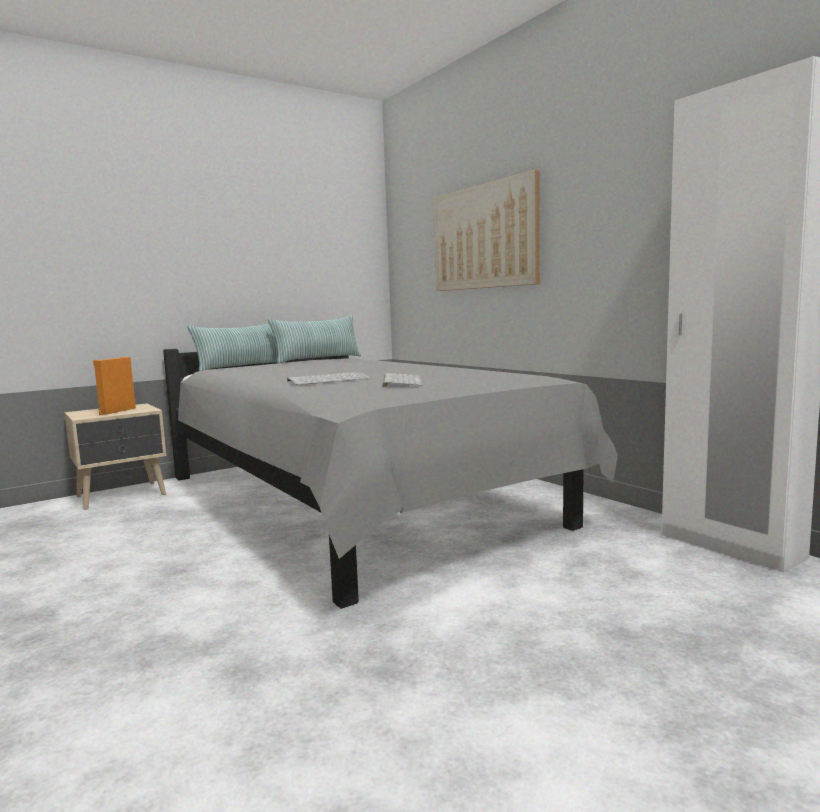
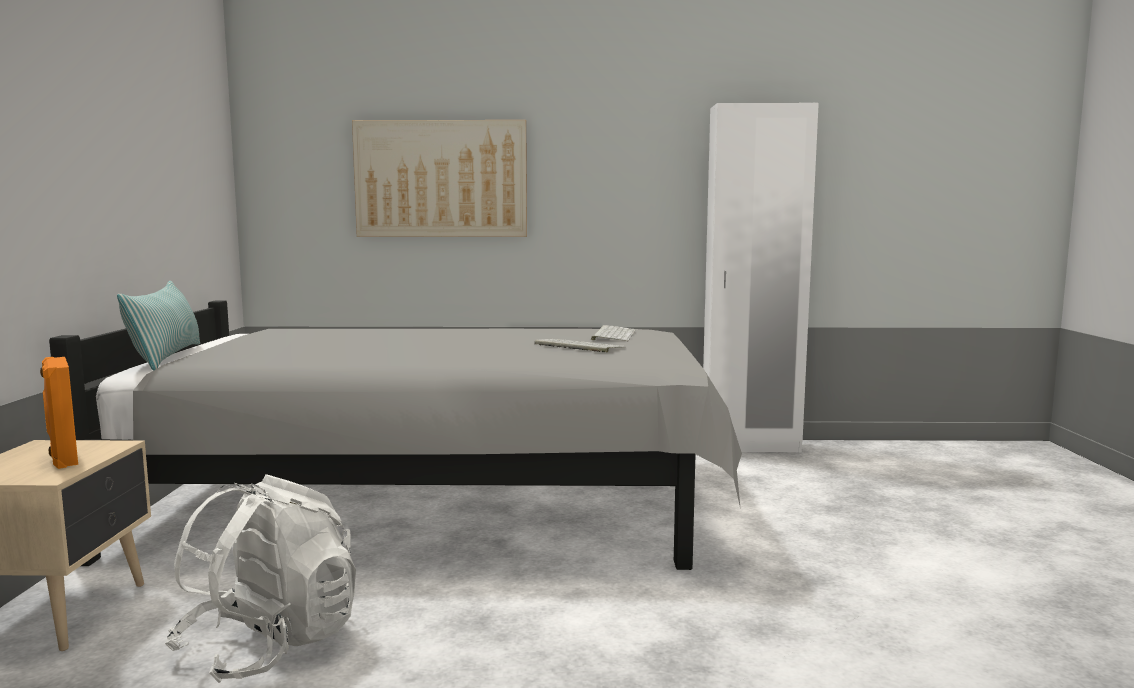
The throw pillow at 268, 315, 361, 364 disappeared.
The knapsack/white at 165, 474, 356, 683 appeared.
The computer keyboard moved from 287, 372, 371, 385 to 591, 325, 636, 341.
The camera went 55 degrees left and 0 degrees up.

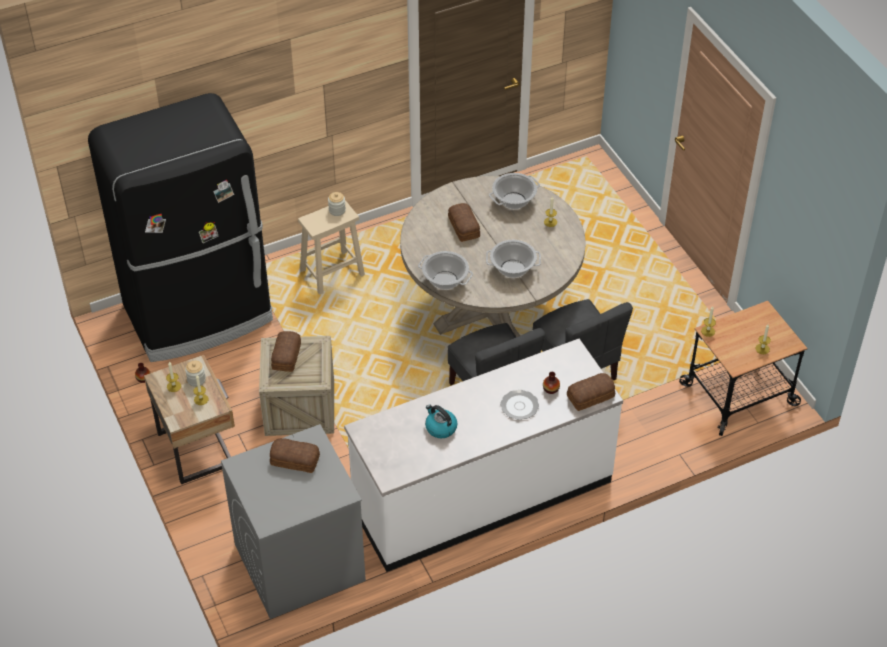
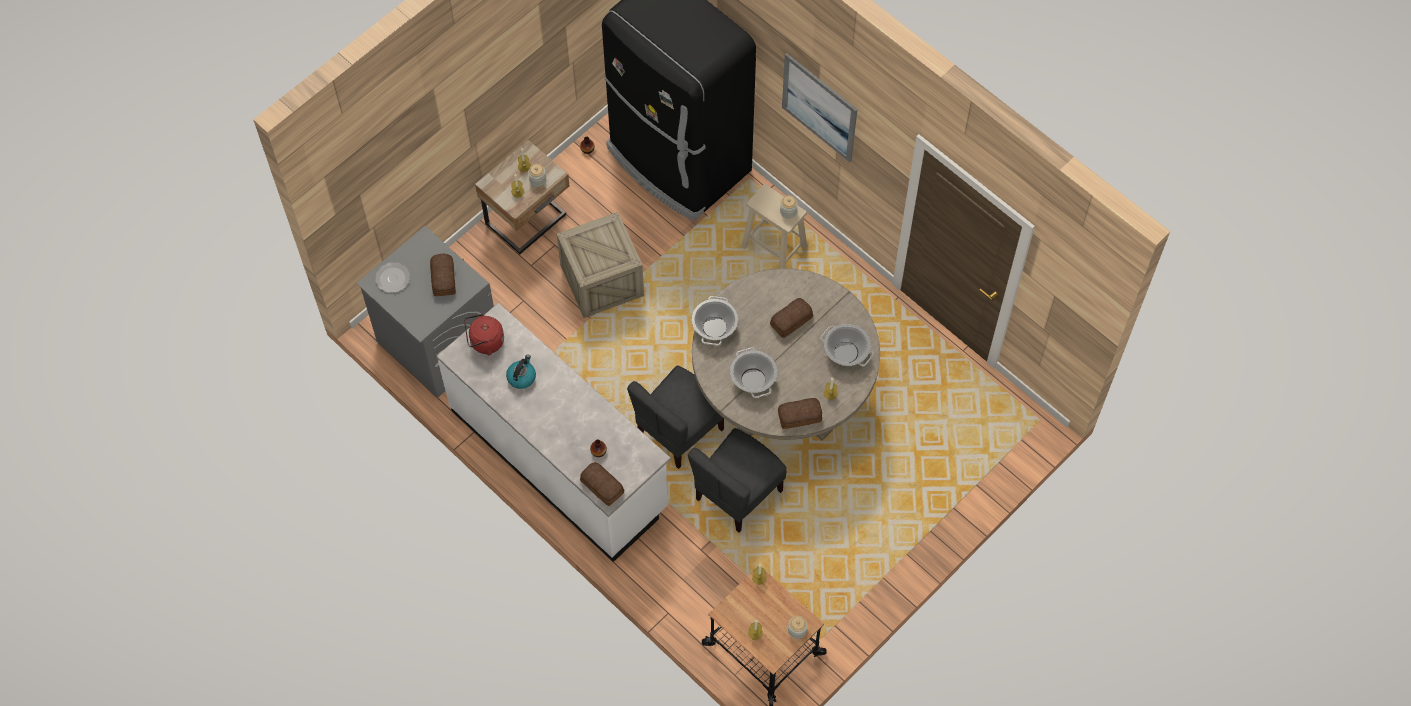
The water kettle/red at 464, 314, 504, 356 appeared.
The picture at 782, 53, 858, 162 appeared.
The storage jar at 788, 616, 808, 639 appeared.
The baked bread moved from 271, 331, 301, 372 to 778, 398, 822, 429.
The flat dish moved from 500, 390, 539, 420 to 375, 262, 410, 293.
The camera went 70 degrees right and 15 degrees up.

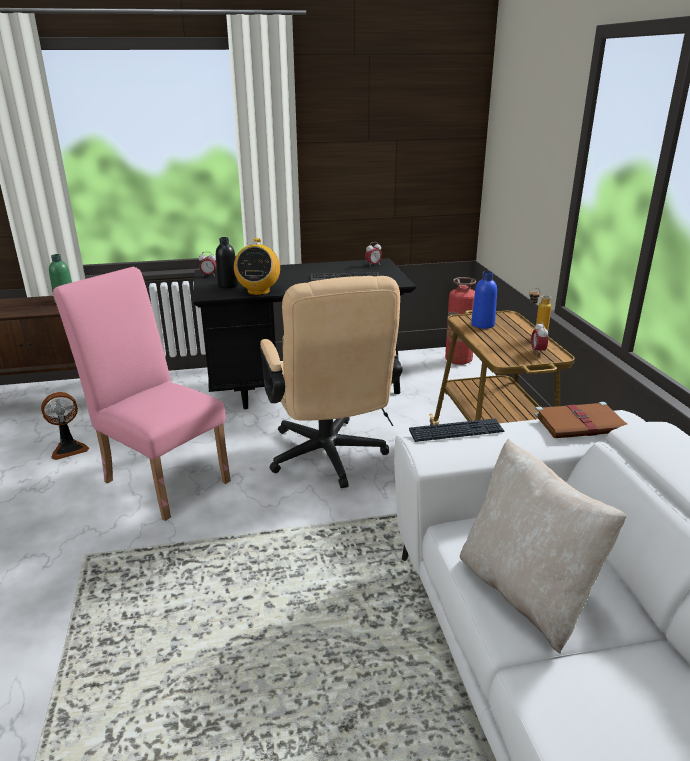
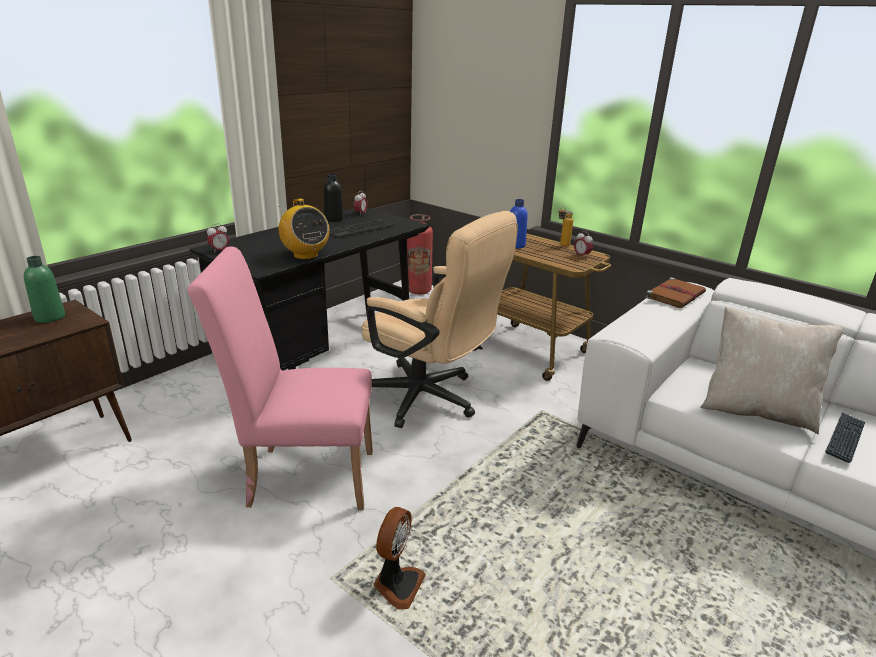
The fan moved from 41, 392, 89, 460 to 373, 507, 426, 610.
The beverage bottle/black-coloured moved from 216, 237, 238, 289 to 324, 174, 344, 222.
The computer keyboard moved from 409, 418, 505, 442 to 825, 413, 865, 463.
The camera went 40 degrees left and 0 degrees up.

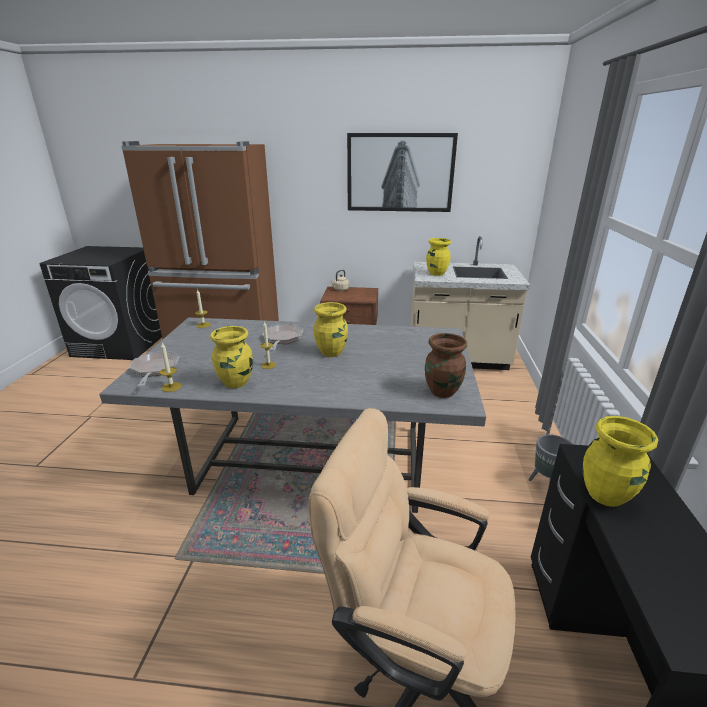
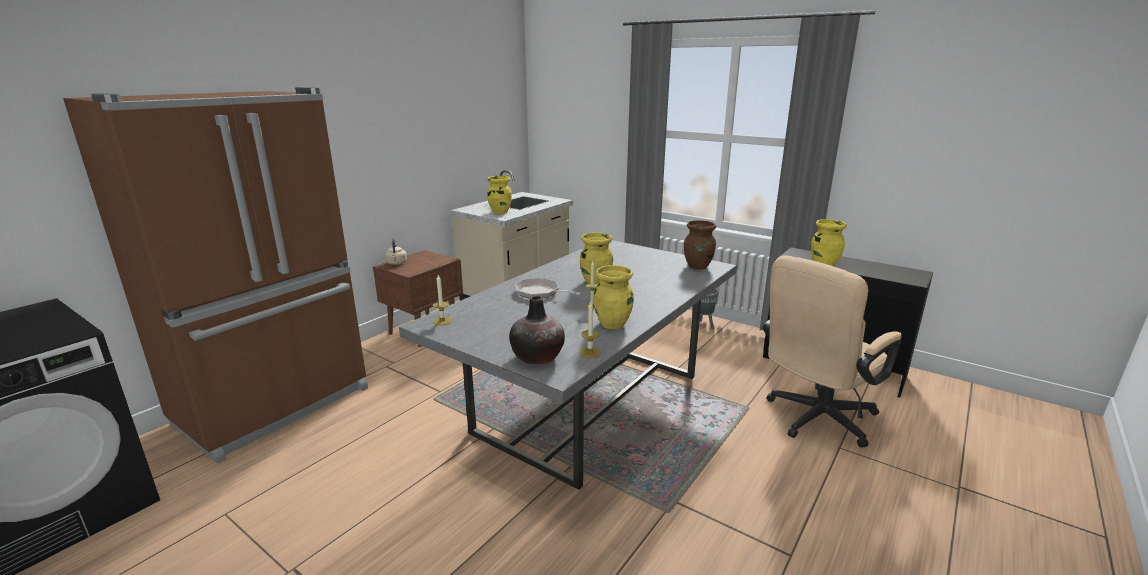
The picture at 347, 133, 458, 212 disappeared.
The skillet at 129, 351, 179, 387 was replaced by the decorative vase at 509, 296, 565, 364.
The camera went 60 degrees left and 5 degrees down.

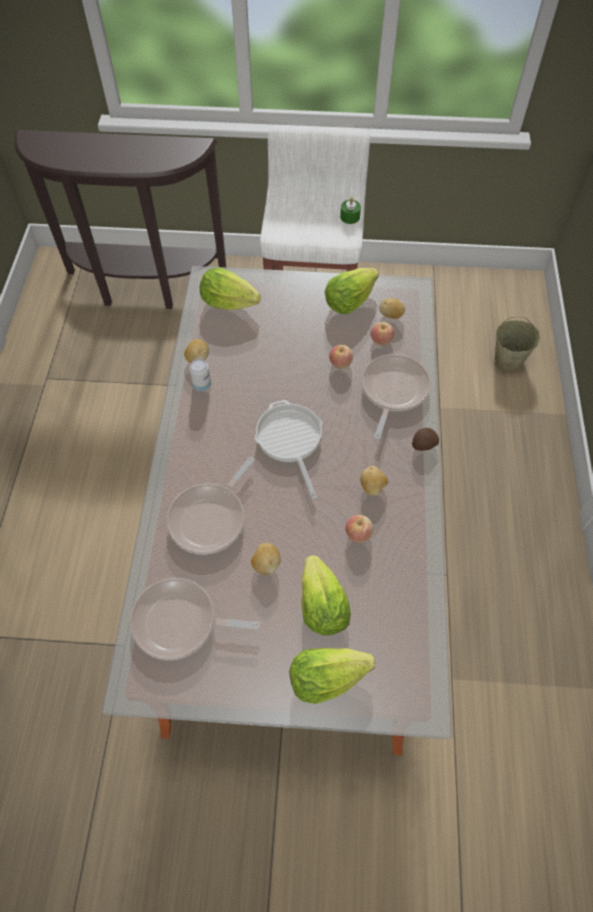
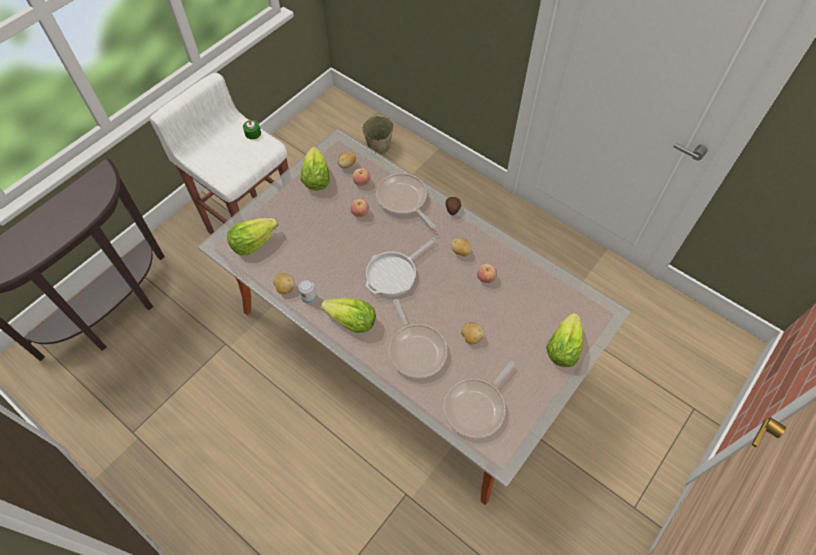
The head of lettuce moved from 301, 555, 351, 636 to 321, 298, 376, 333.
The skillet at 255, 400, 322, 500 turned 60 degrees counterclockwise.
The camera went 55 degrees left and 0 degrees up.

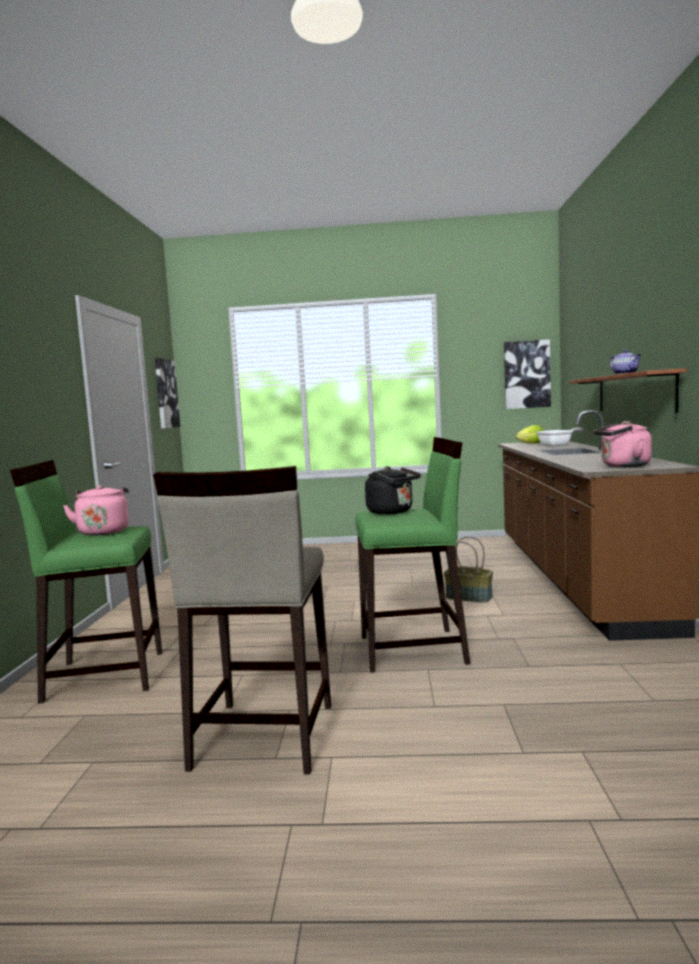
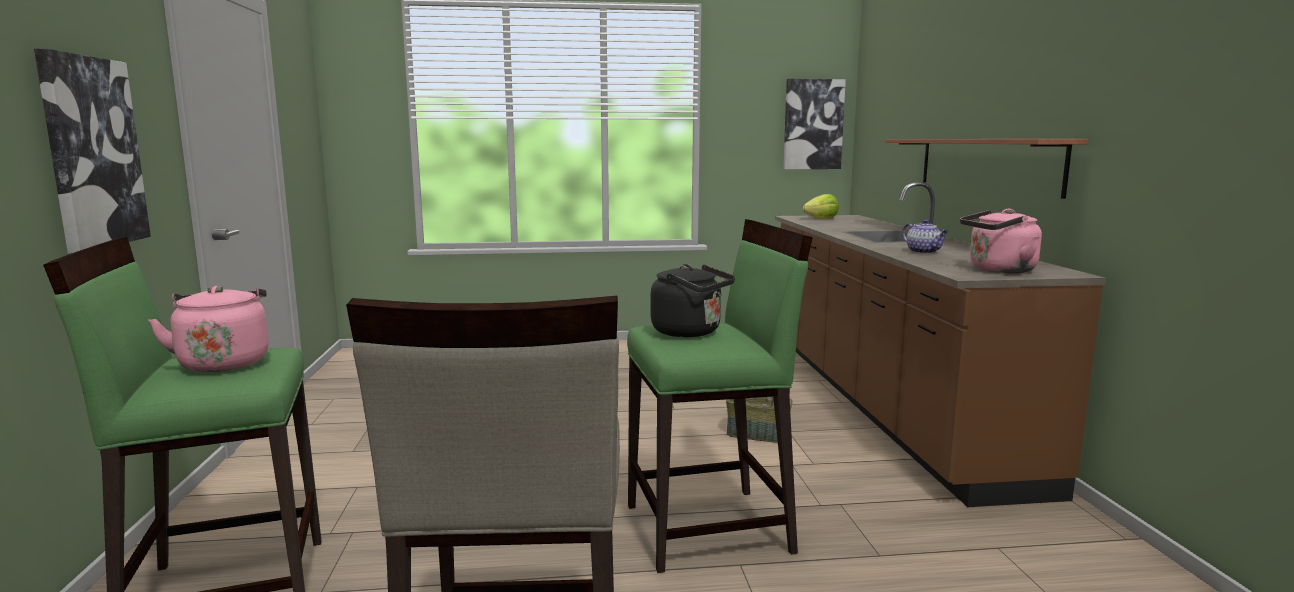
The skillet at 536, 428, 585, 447 disappeared.
The picture moved from 155, 358, 180, 429 to 34, 49, 151, 254.
The teapot moved from 610, 350, 641, 375 to 902, 219, 949, 254.
The camera went 10 degrees left and 5 degrees up.

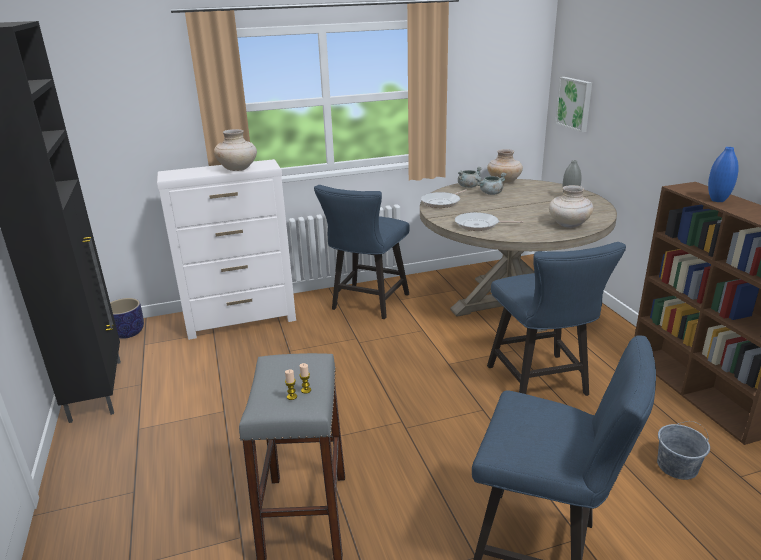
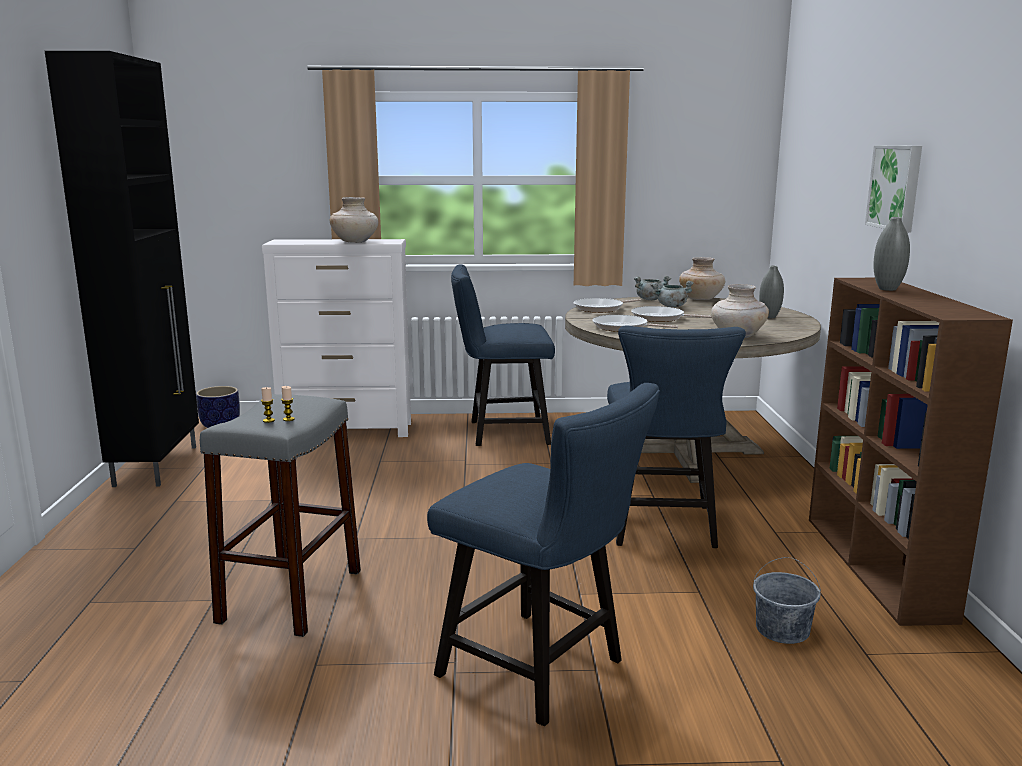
The skillet at 631, 306, 712, 322 appeared.
The picture moved from 555, 77, 592, 132 to 865, 145, 922, 233.
The decorative vase/blue at 708, 147, 739, 202 became the decorative vase/grey at 873, 217, 910, 291.
The upright chair/blue at 314, 185, 410, 319 turned 45 degrees clockwise.
The camera went 15 degrees right and 10 degrees down.

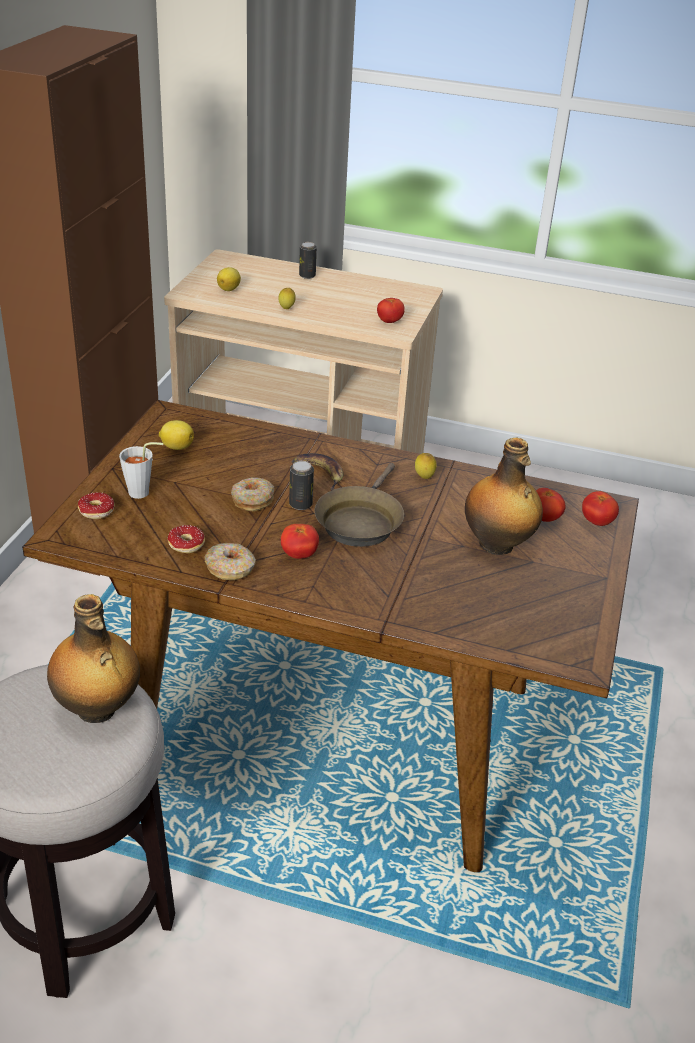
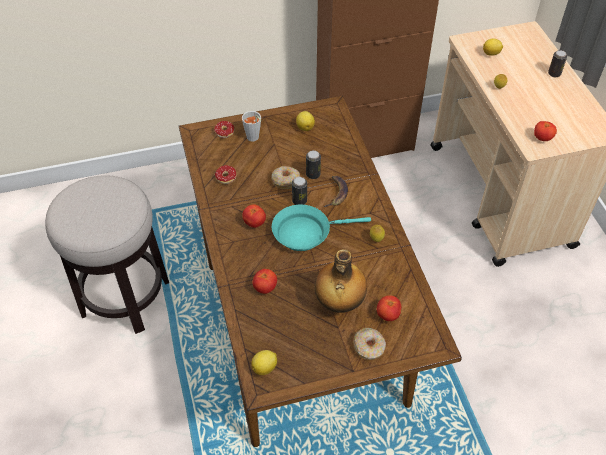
The beverage bottle at 47, 594, 140, 723 disappeared.
The citrus fruit at 251, 350, 277, 375 appeared.
The can at 306, 150, 321, 179 appeared.
The ring doughnut moved from 205, 543, 256, 580 to 353, 328, 386, 360.
The whole tomato moved from 582, 491, 619, 526 to 253, 269, 277, 294.
The skillet/brown-coloured at 314, 463, 404, 547 became the skillet/blue-green at 272, 205, 371, 251.
The camera went 60 degrees right and 15 degrees up.

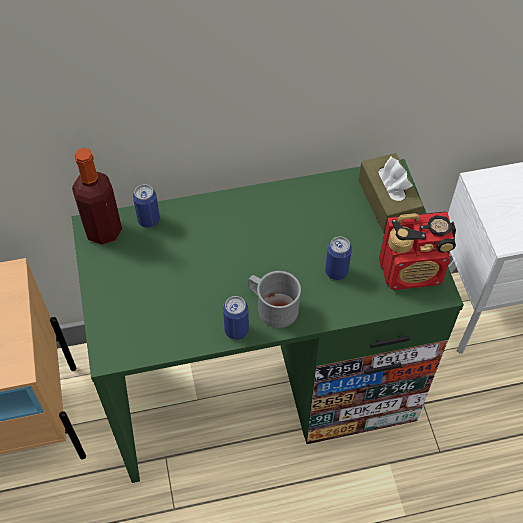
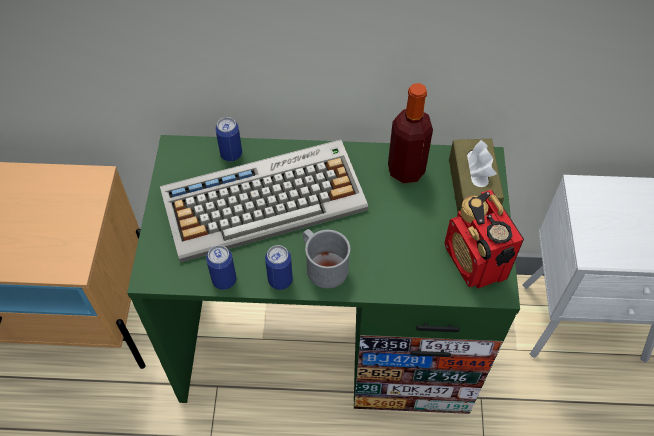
The computer keyboard at 160, 139, 368, 263 appeared.
The beverage bottle moved from 72, 148, 122, 245 to 388, 83, 433, 183.
The can moved from 325, 236, 352, 280 to 206, 245, 236, 290.
The radio receiver at 379, 211, 456, 290 turned 60 degrees clockwise.
The camera went 15 degrees right and 0 degrees up.

